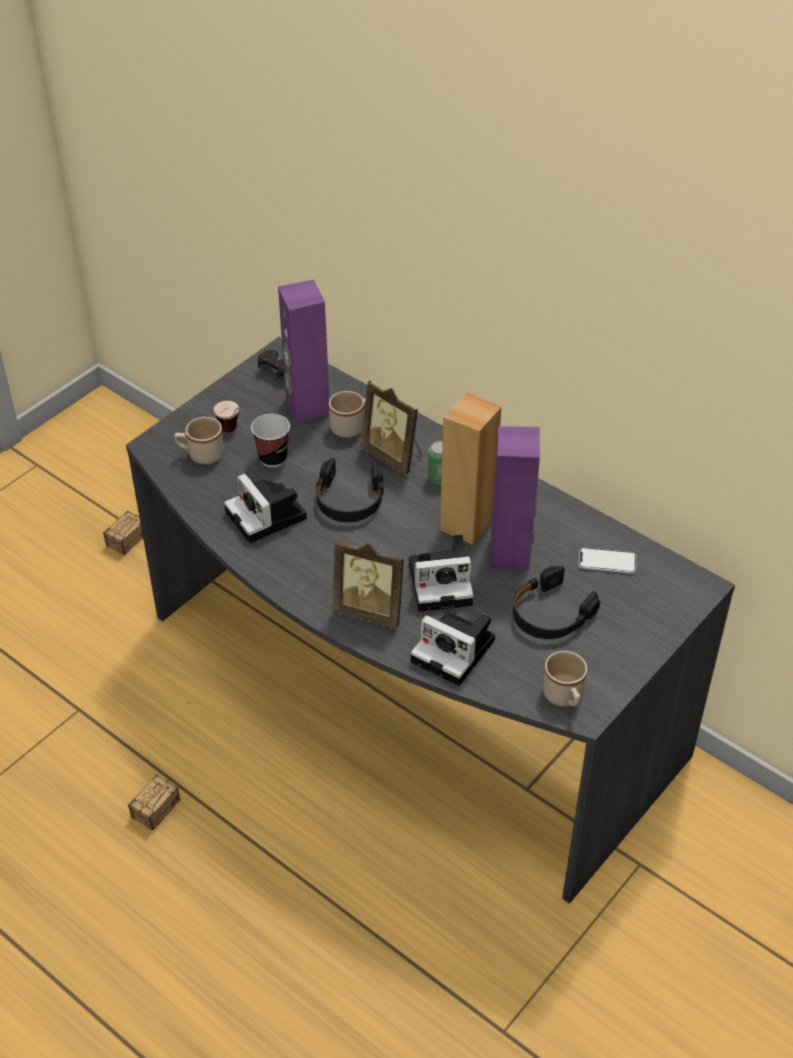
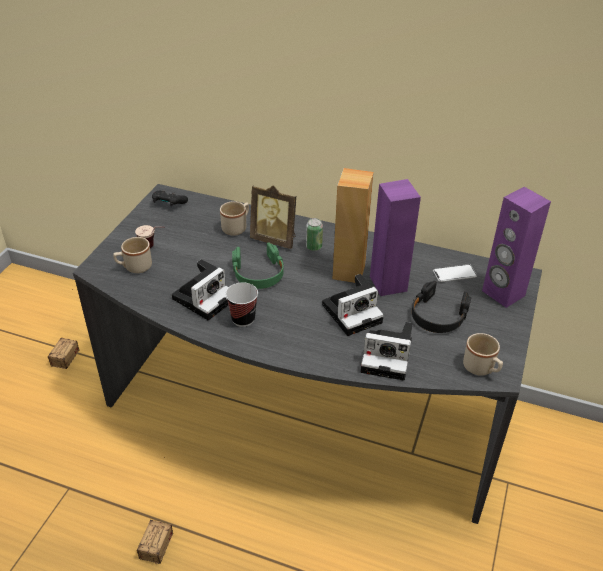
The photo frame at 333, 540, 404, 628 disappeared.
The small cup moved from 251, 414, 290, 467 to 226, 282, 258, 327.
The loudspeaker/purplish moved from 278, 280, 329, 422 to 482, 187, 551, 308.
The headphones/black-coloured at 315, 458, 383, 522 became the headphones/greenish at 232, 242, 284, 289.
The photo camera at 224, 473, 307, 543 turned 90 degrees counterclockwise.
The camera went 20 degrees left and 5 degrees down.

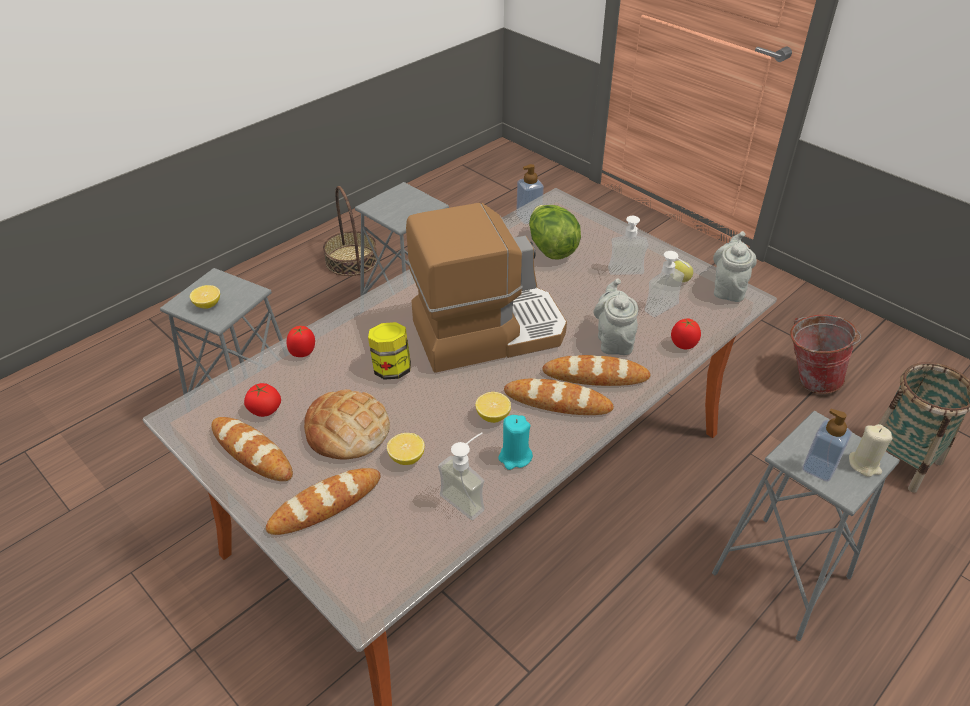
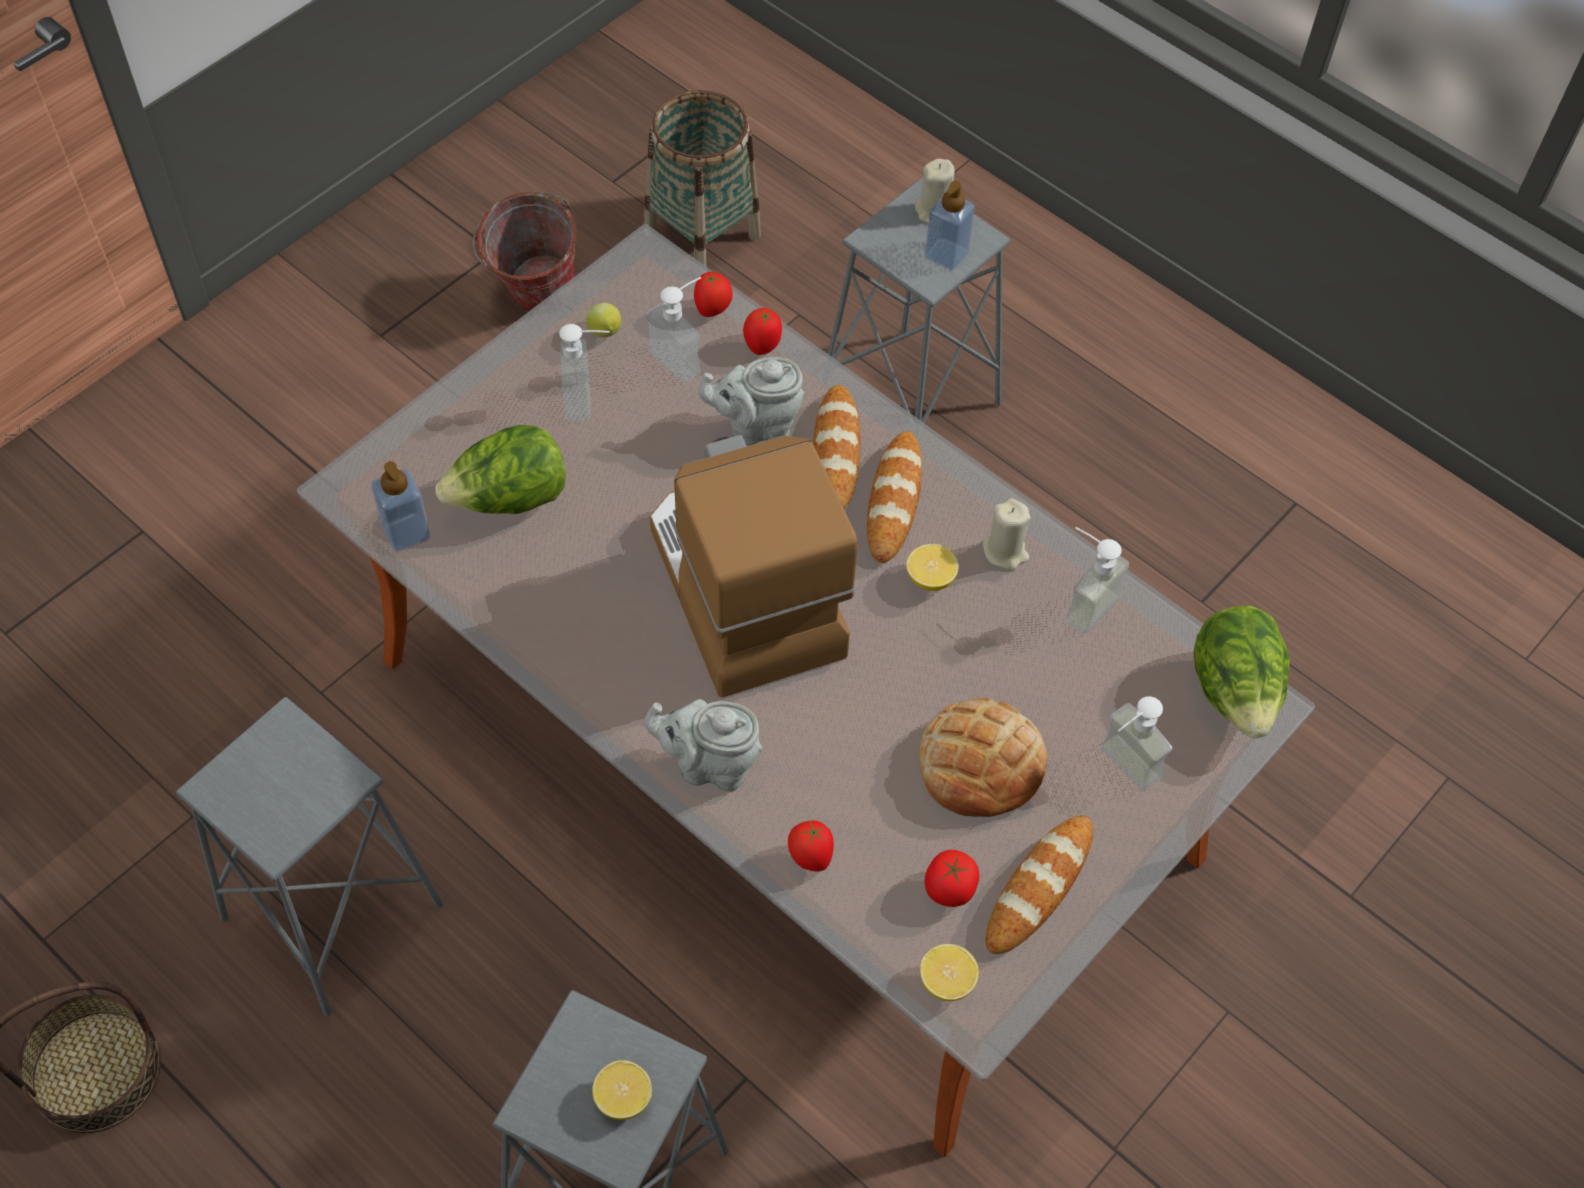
The storage jar at 368, 322, 411, 380 disappeared.
The whole tomato at 694, 271, 733, 317 appeared.
The head of lettuce at 1194, 606, 1290, 738 appeared.
The citrus fruit moved from 387, 433, 425, 465 to 920, 944, 979, 1001.
The teapot/grey moved from 713, 231, 757, 302 to 644, 699, 762, 792.
The baked bread at 266, 468, 381, 535 was replaced by the liquid soap bottle at 1100, 696, 1173, 792.
The wax light/blue-green at 498, 415, 533, 470 became the wax light/beige-coloured at 983, 498, 1030, 570.
The camera went 95 degrees left and 15 degrees up.

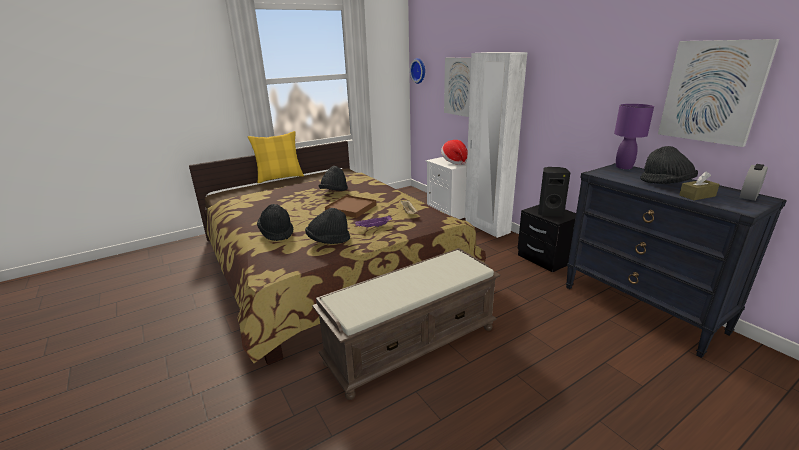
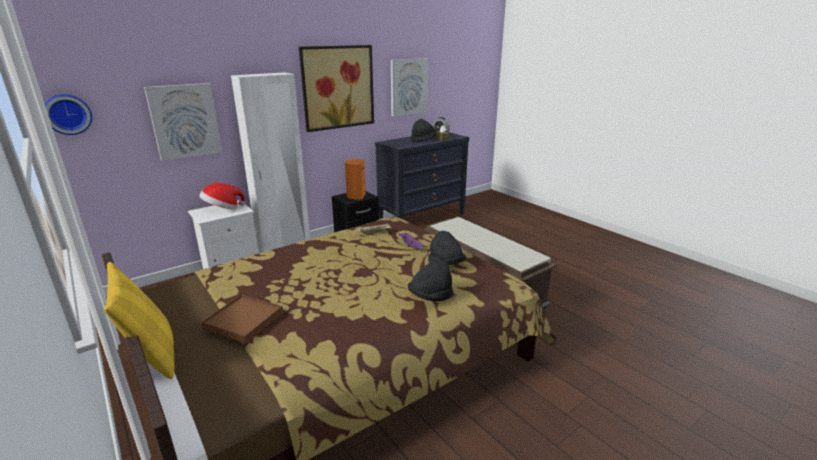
The clothing hat/black-coloured at 318, 166, 348, 191 disappeared.
The lamp for a table/purplish at 614, 104, 654, 169 disappeared.
The picture at 299, 45, 374, 132 appeared.
The carrying tray/brown-coloured moved from 325, 195, 376, 218 to 201, 295, 283, 343.
The loudspeaker/black-coloured at 538, 167, 571, 217 became the loudspeaker/orange-coloured at 345, 159, 366, 200.
The camera went 95 degrees left and 0 degrees up.

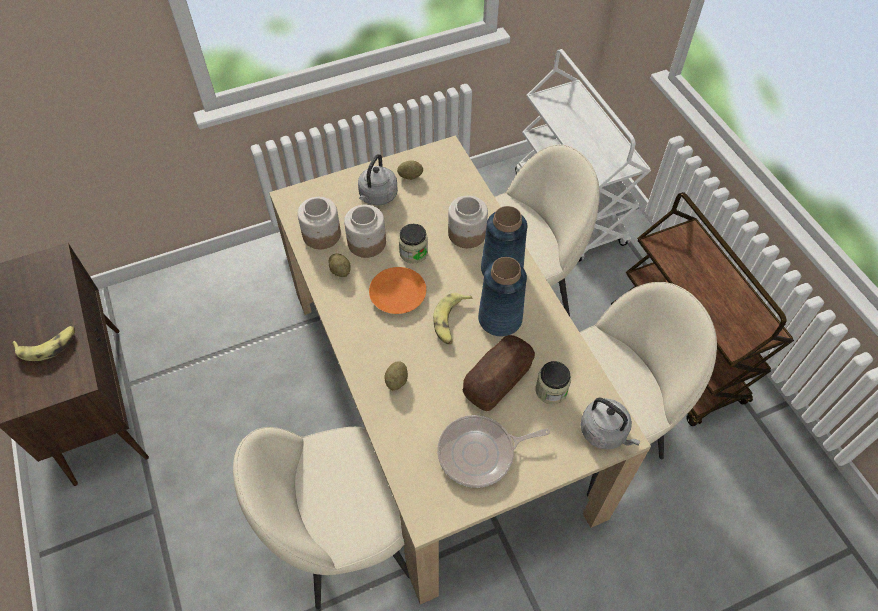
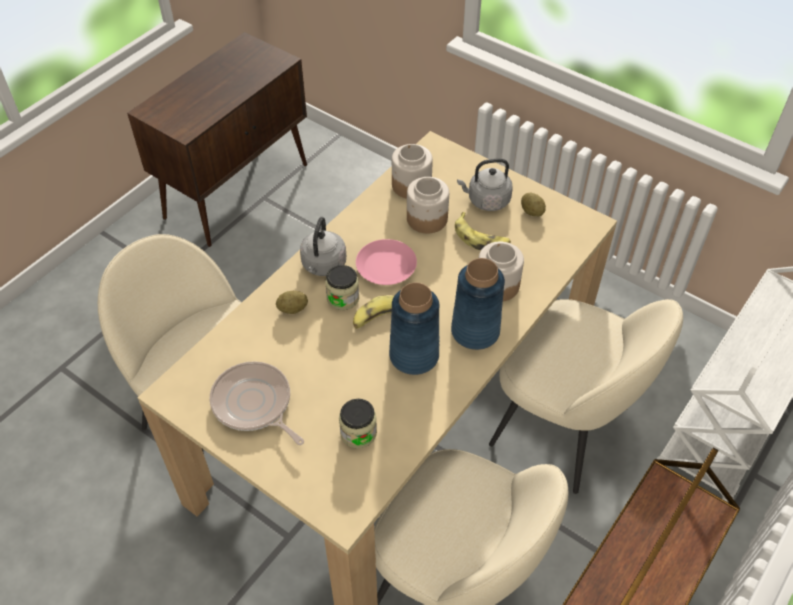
The whole potato at 328, 253, 351, 277 disappeared.
The baked bread at 463, 335, 535, 411 disappeared.
The banana fruit moved from 12, 326, 75, 361 to 455, 212, 511, 250.
The storage jar moved from 398, 224, 428, 264 to 325, 265, 359, 310.
The water kettle/grey moved from 580, 398, 641, 449 to 300, 217, 346, 276.
The flat dish/orange-coloured at 369, 267, 426, 314 became the flat dish/pinkish at 356, 239, 417, 285.
The camera went 60 degrees right and 5 degrees down.

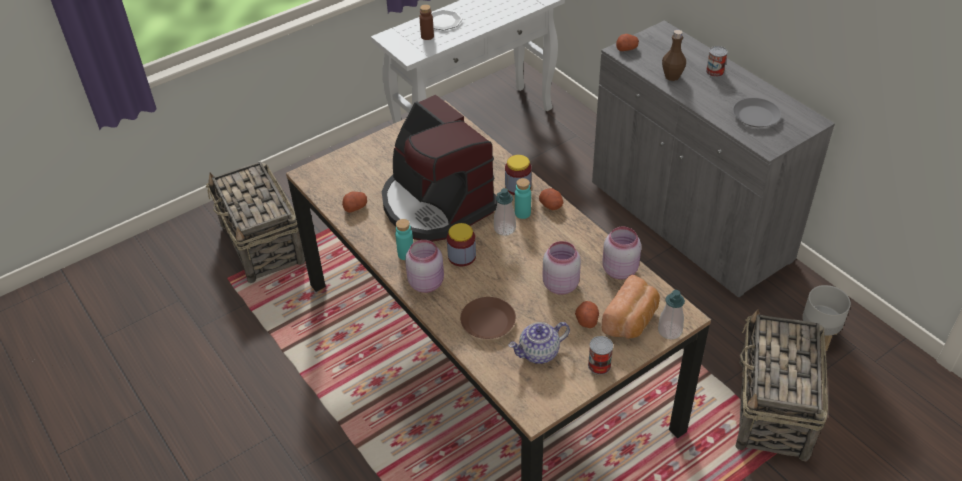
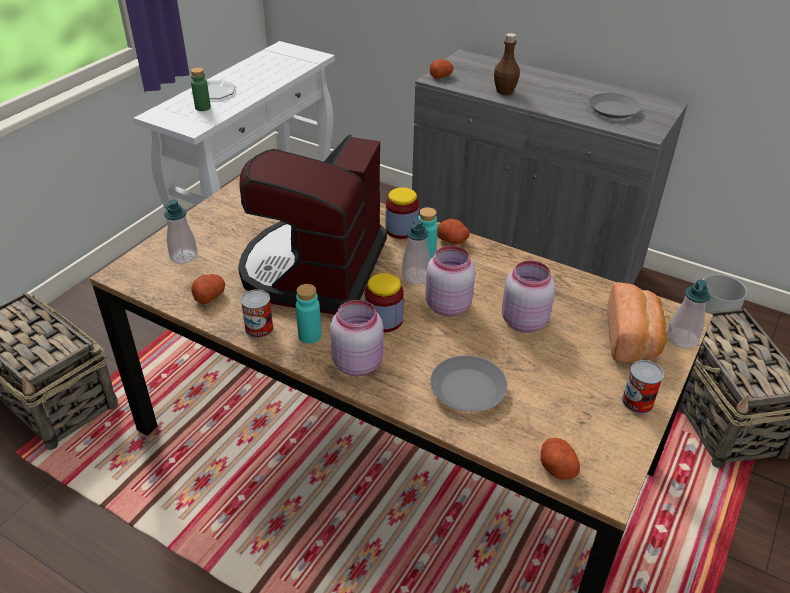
The teapot at 509, 322, 570, 364 disappeared.
The liquid soap bottle at 164, 199, 198, 264 appeared.
The whole potato moved from 575, 301, 599, 328 to 540, 438, 580, 480.
The storage jar/pinkish moved from 602, 227, 641, 279 to 425, 246, 475, 316.
The can moved from 706, 46, 728, 77 to 241, 289, 274, 338.
The beverage bottle/brown-coloured at 419, 4, 434, 40 became the beverage bottle/greenish at 191, 67, 211, 111.
The flat dish/brown-coloured at 460, 297, 516, 339 became the flat dish/grey at 430, 355, 508, 412.
The coffee machine at 382, 95, 497, 242 turned 75 degrees clockwise.
The camera went 25 degrees left and 5 degrees down.

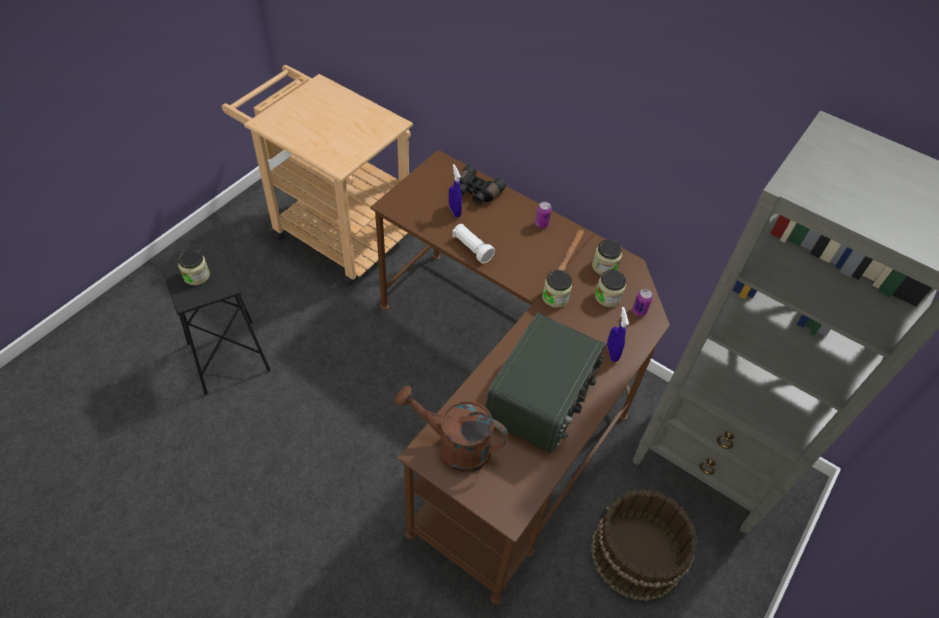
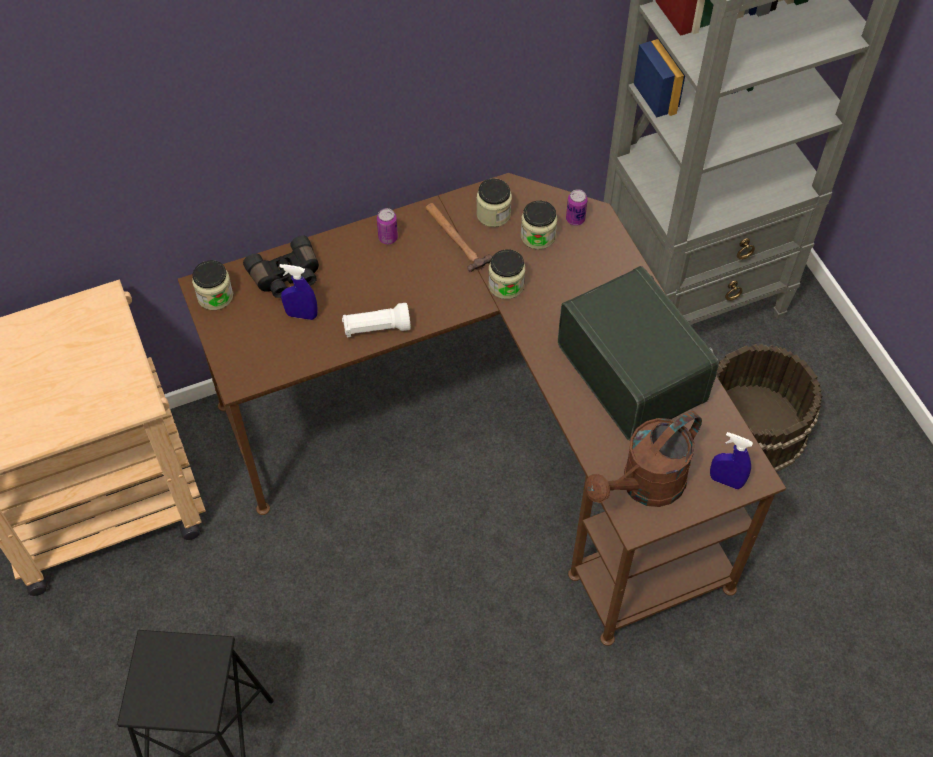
The storage jar moved from 178, 249, 210, 285 to 192, 260, 233, 310.
The hand sprayer/blue moved from 607, 307, 629, 362 to 710, 432, 753, 489.
The camera went 55 degrees left and 5 degrees up.

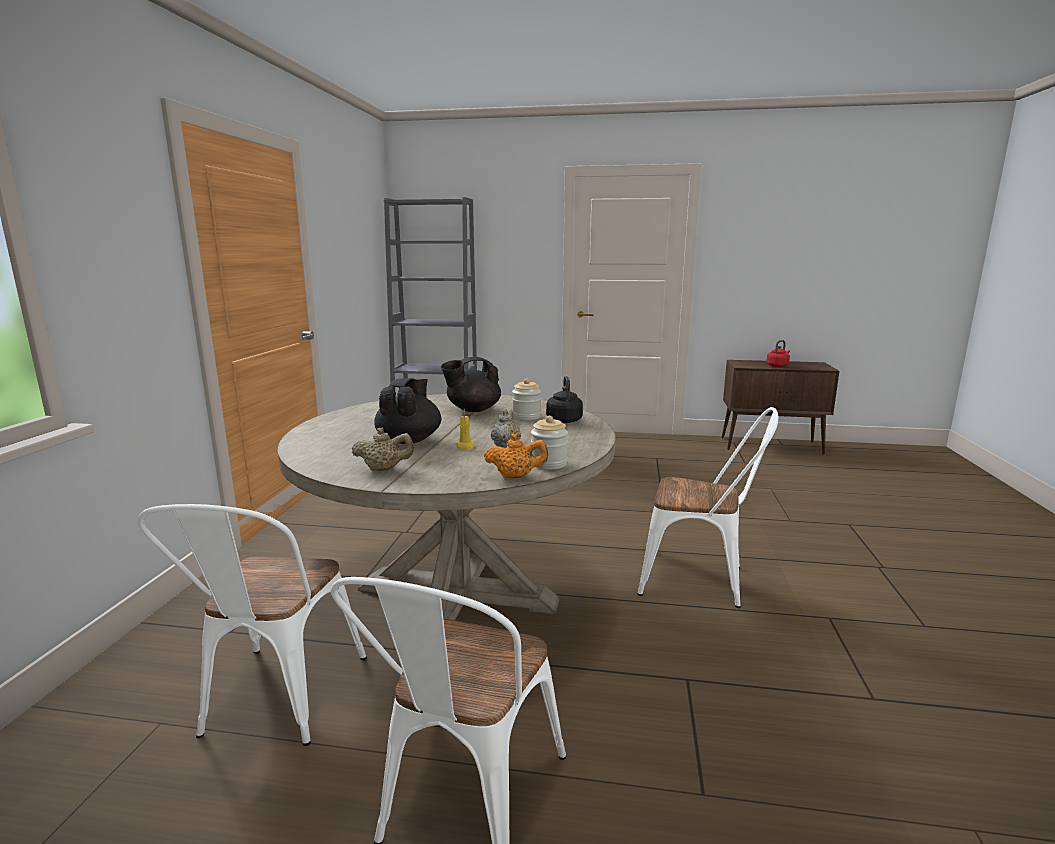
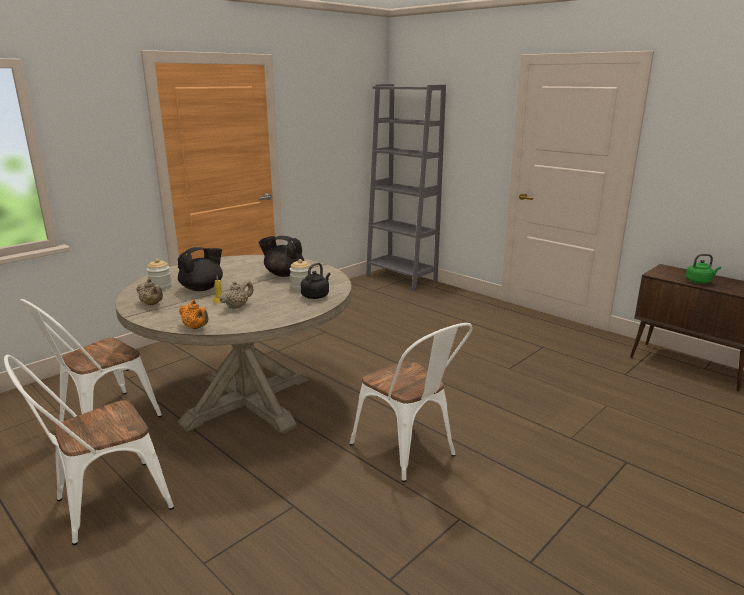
The storage jar moved from 531, 416, 568, 469 to 147, 259, 172, 290.
The water kettle/red at 766, 340, 790, 367 became the water kettle/greenish at 686, 254, 721, 284.
The camera went 35 degrees right and 5 degrees up.

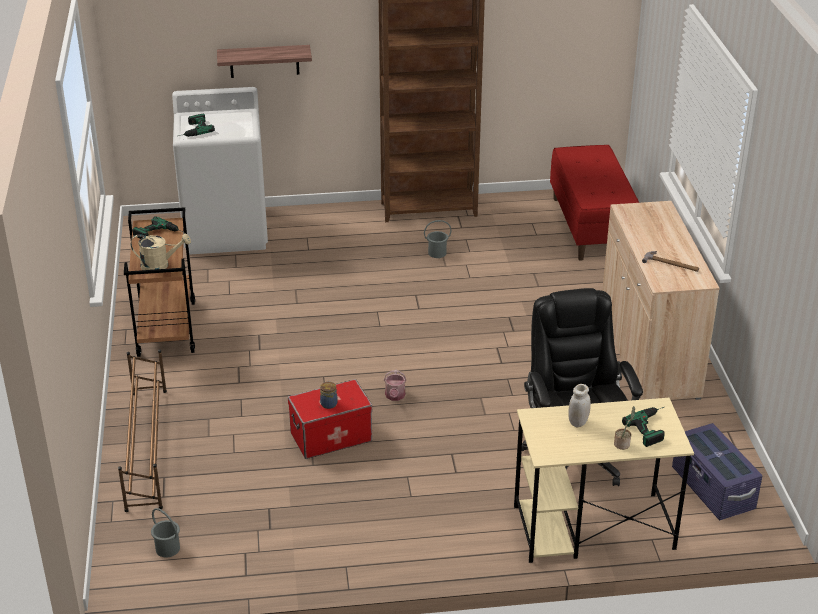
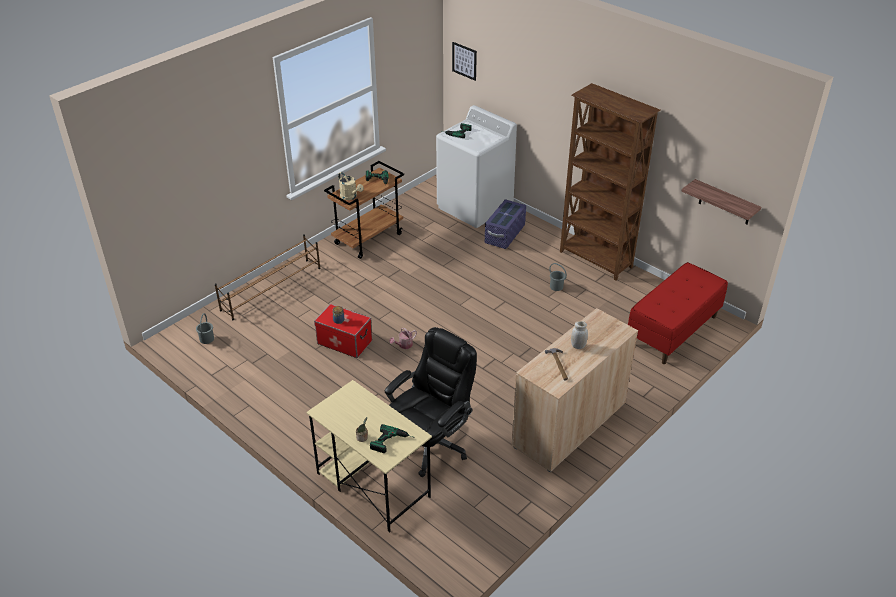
The picture at 452, 42, 477, 81 appeared.
The wall shelf moved from 217, 45, 312, 78 to 682, 179, 761, 224.
The storage jar/white moved from 568, 384, 591, 428 to 571, 321, 588, 349.
The storage box/purplish moved from 672, 423, 763, 520 to 485, 199, 526, 249.
The camera went 50 degrees right and 5 degrees up.

